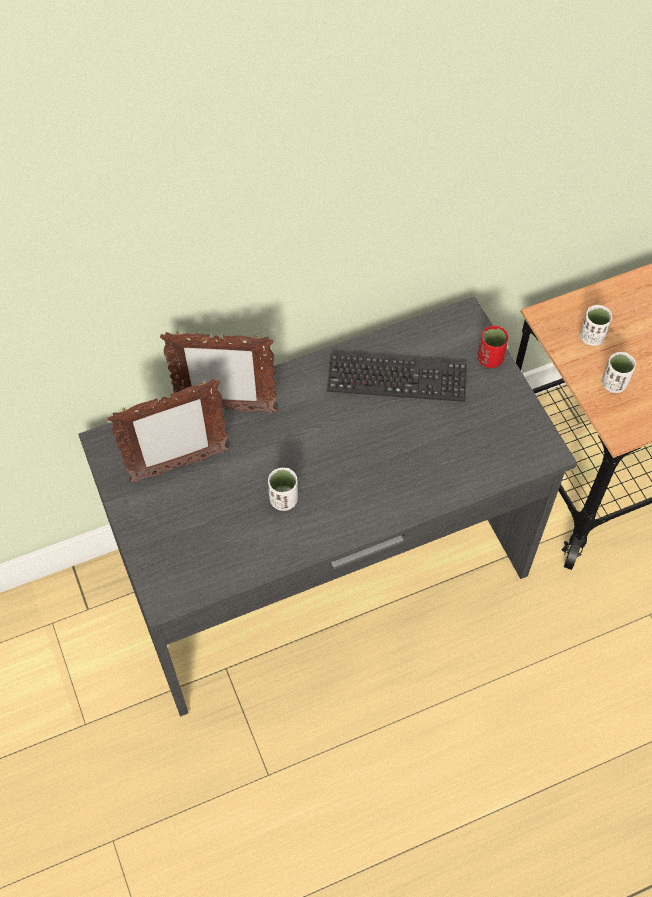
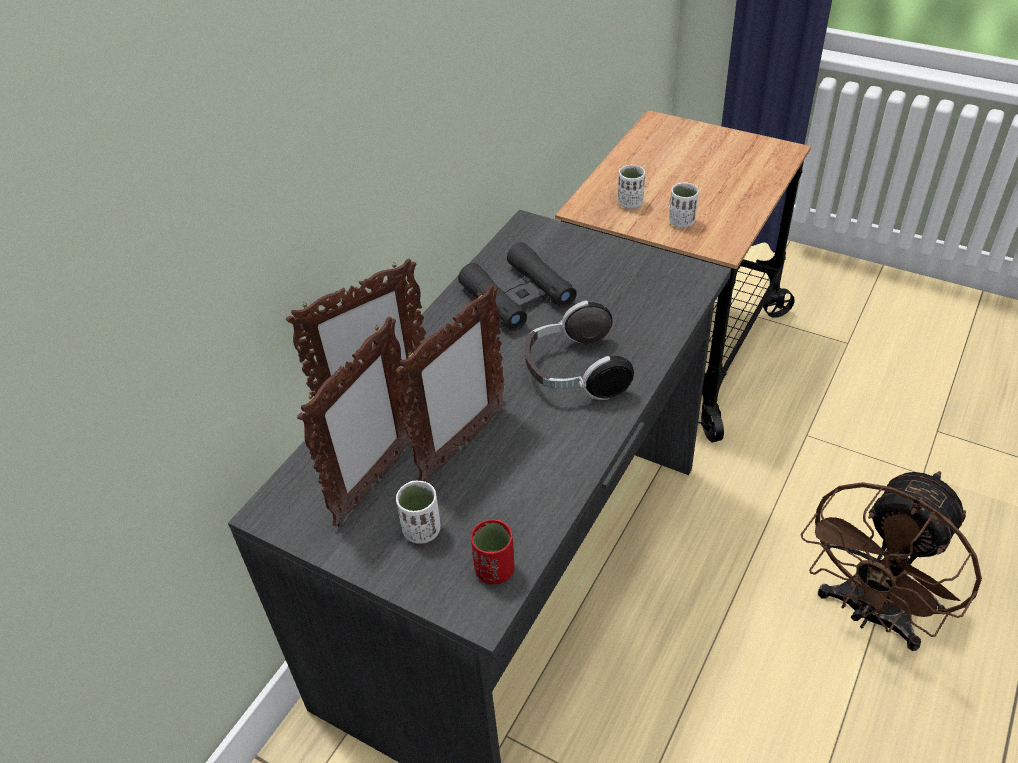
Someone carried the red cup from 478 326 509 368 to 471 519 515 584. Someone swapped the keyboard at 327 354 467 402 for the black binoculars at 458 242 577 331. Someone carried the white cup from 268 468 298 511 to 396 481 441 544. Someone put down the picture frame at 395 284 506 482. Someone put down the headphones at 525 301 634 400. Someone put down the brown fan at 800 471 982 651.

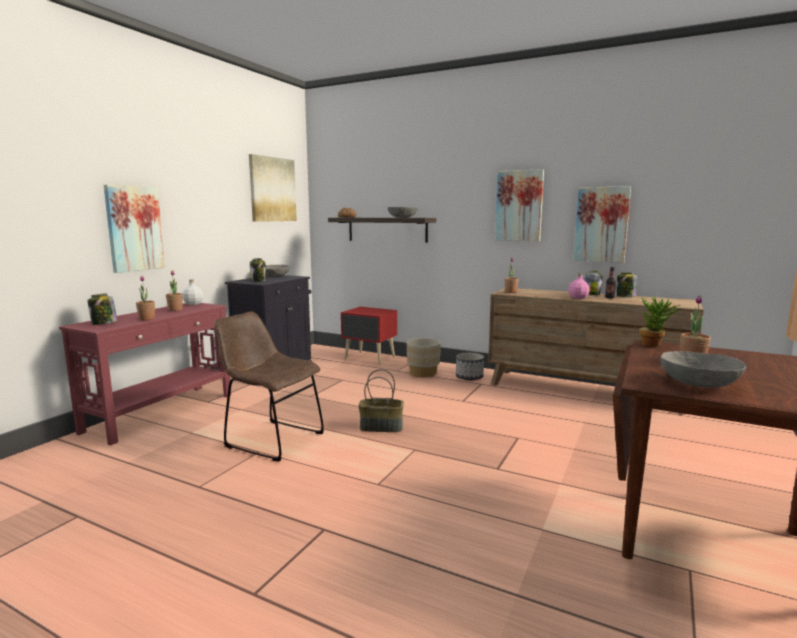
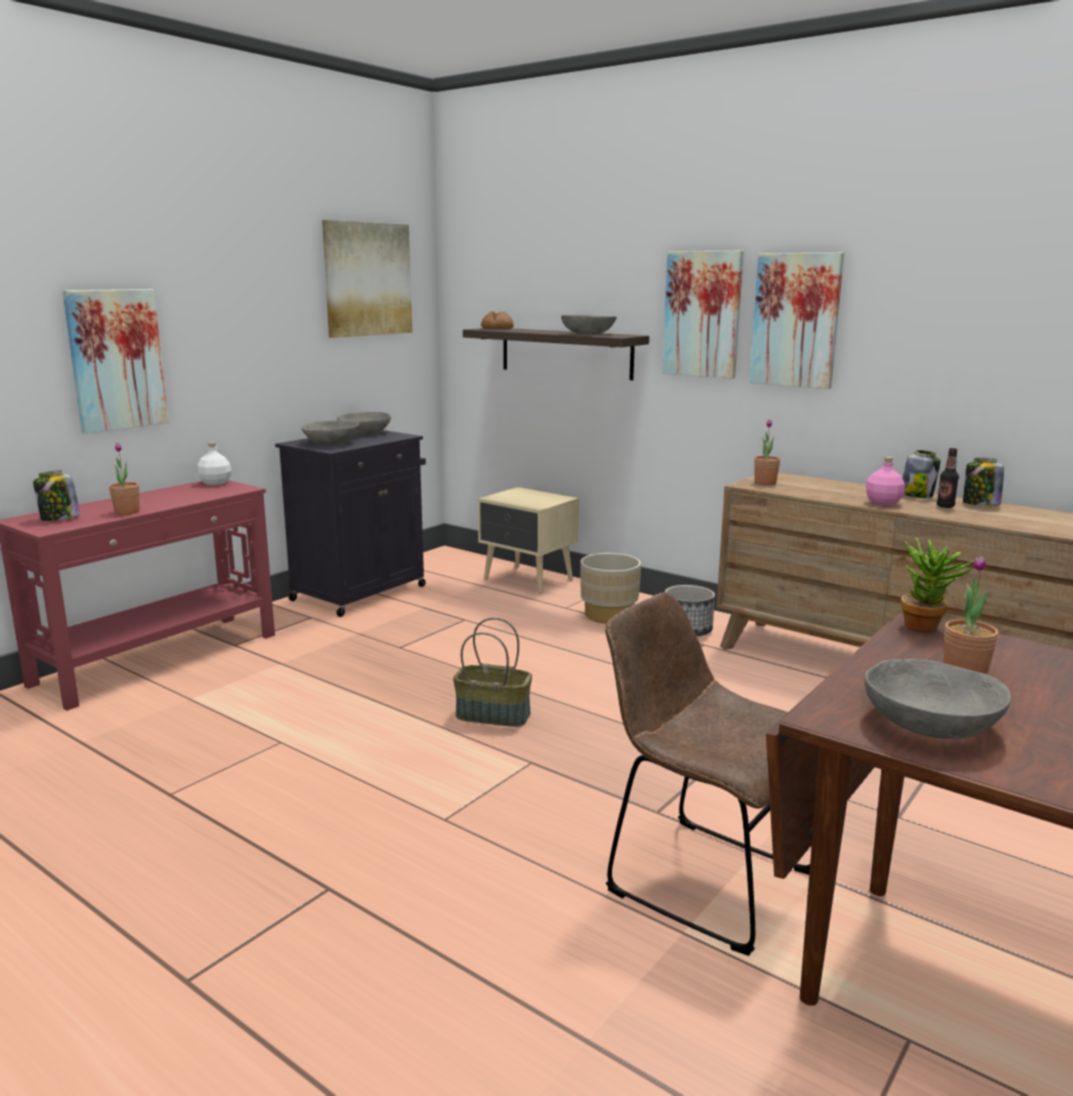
Someone carried the picture from 573 186 631 263 to 662 251 744 379. Someone swapped the jar at 250 258 267 282 for the grey bowl at 301 420 359 445. Someone took away the potted plant at 166 271 183 311. Someone repainted the red nightstand at 341 307 397 365, which became the beige nightstand at 478 487 579 594. Someone carried the brown chair from 214 311 324 462 to 605 592 810 956.

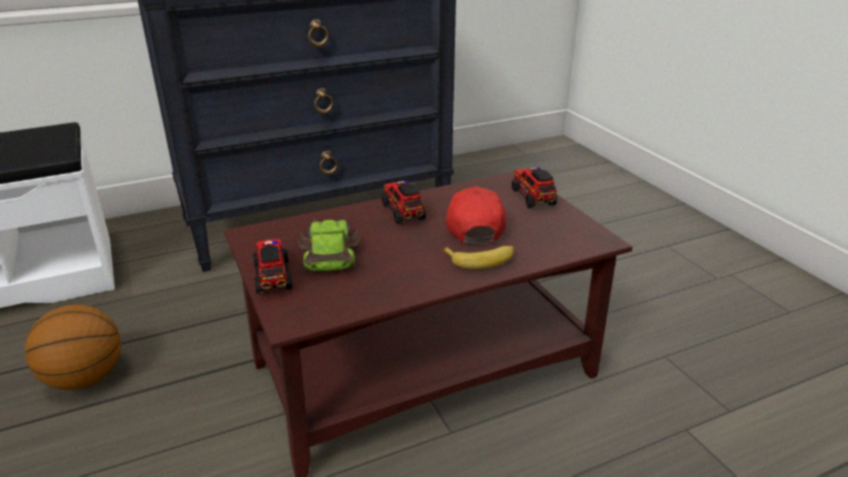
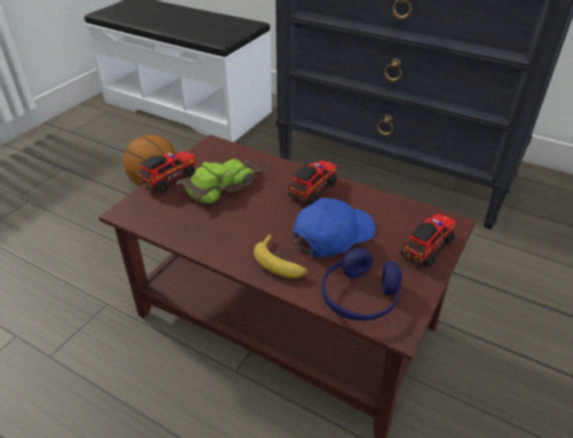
Someone repainted the red cap at 446 186 506 243, which became the blue cap at 293 198 376 258. Someone put down the blue headphones at 321 248 402 321.

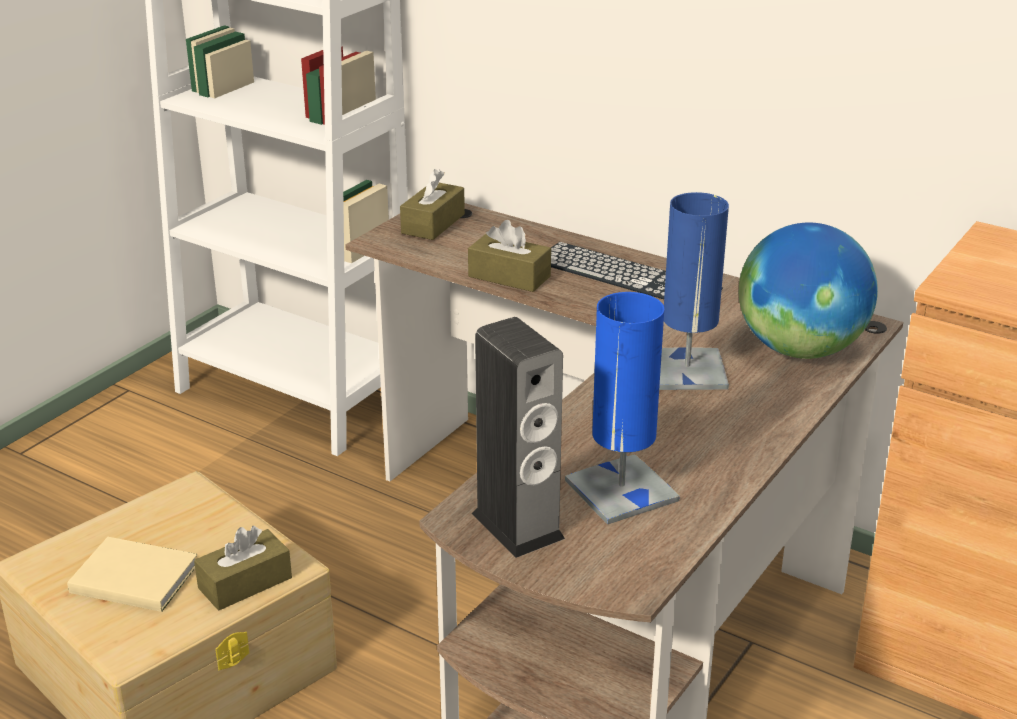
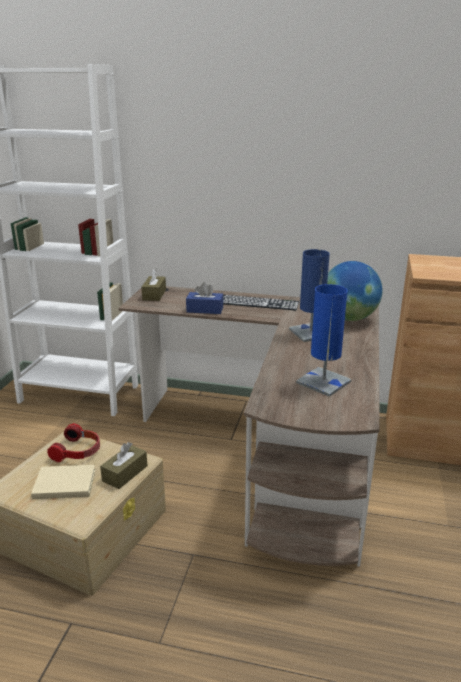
Someone repainted the brown tissue box at 468 220 551 292, which became the blue tissue box at 186 282 223 314. Someone took away the speaker at 472 317 565 558. Someone put down the headphones at 47 423 100 462.

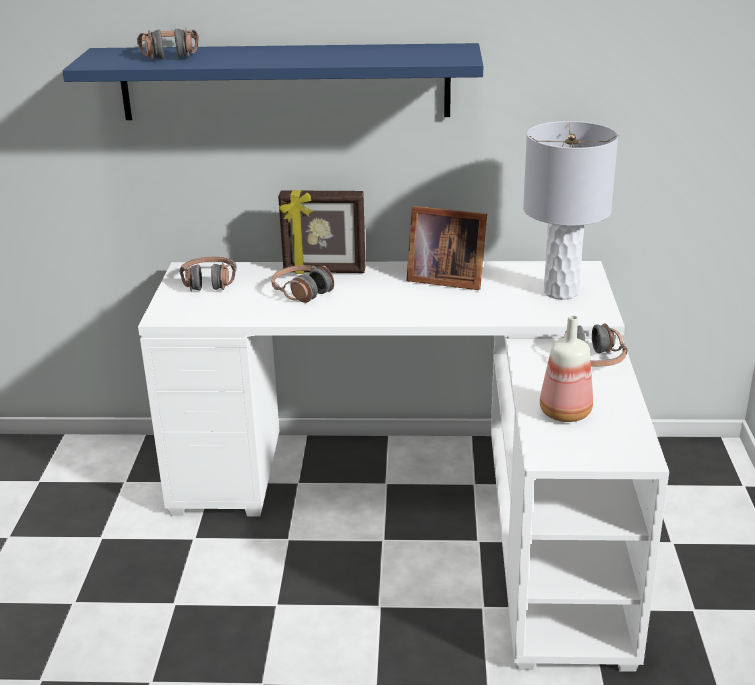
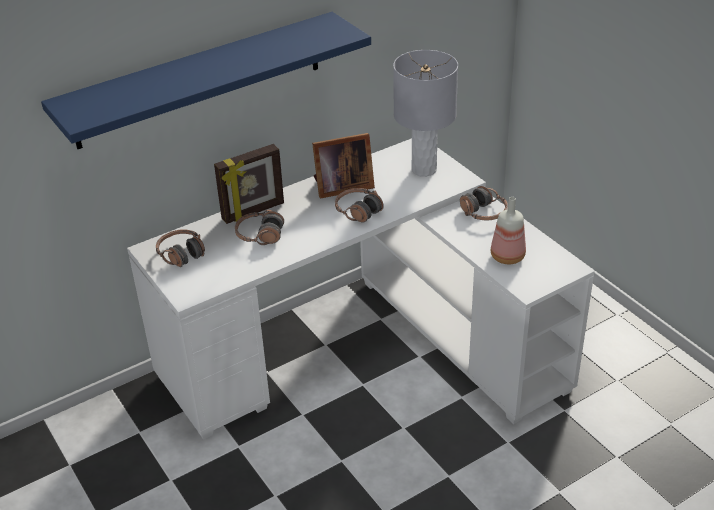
Someone carried the headphones from 137 28 199 60 to 335 188 384 223.

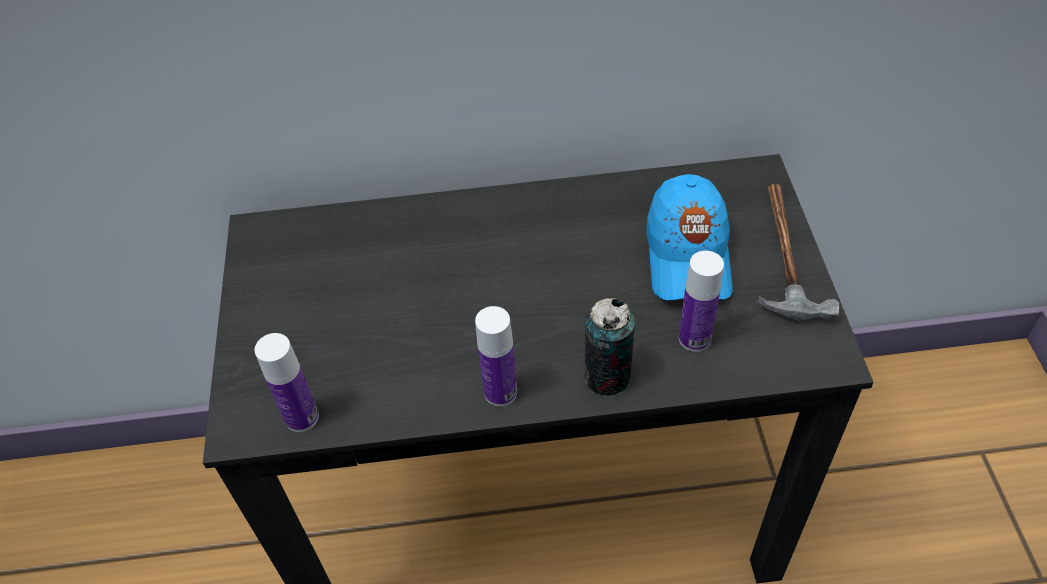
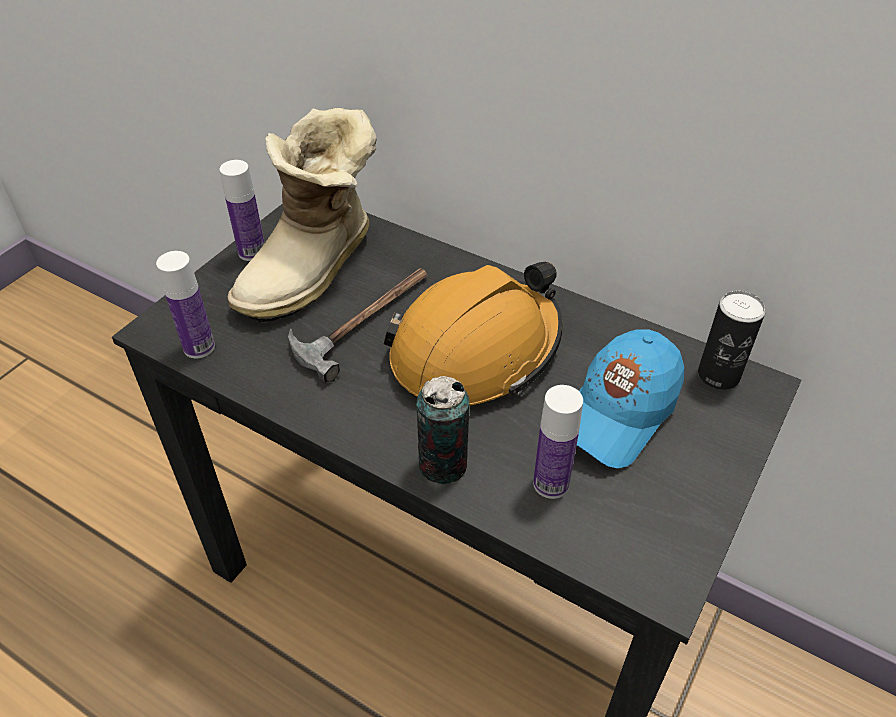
Someone carried the hammer from 758 184 840 322 to 288 268 427 383. Someone carried the bottle from 475 306 517 406 to 220 160 265 261. Someone put down the boot at 228 108 377 323. Someone put down the orange hard hat at 384 262 563 406. Someone put down the can at 698 291 766 390.

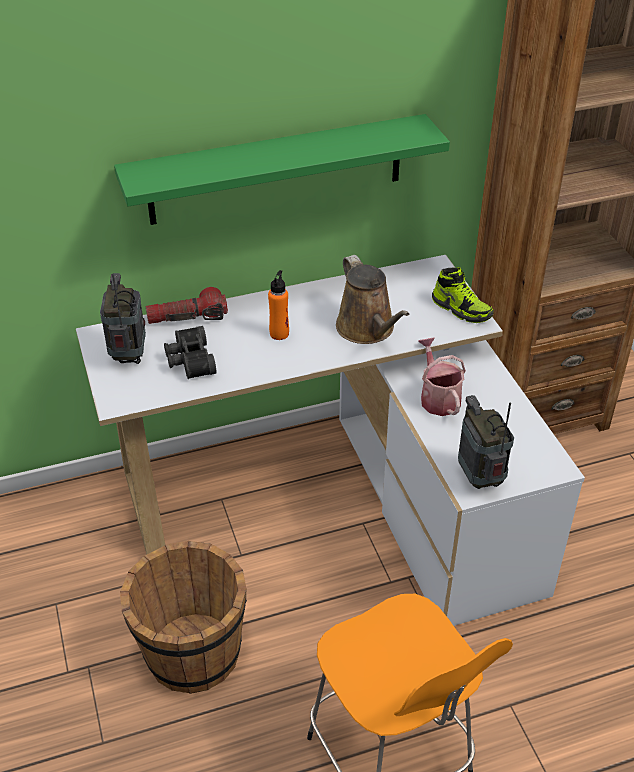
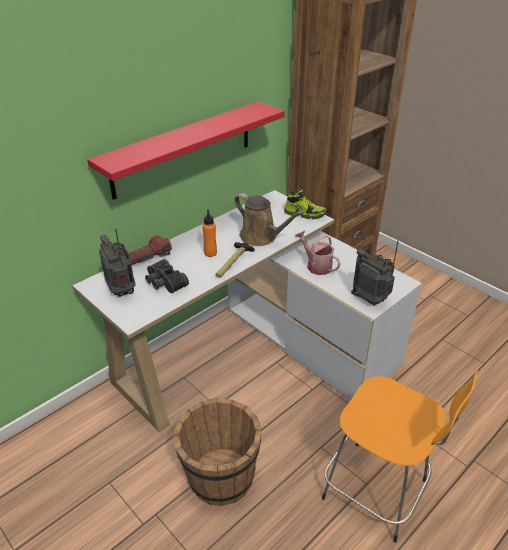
Someone repainted the green shelf at 114 114 450 225, which became the red shelf at 87 101 285 200. Someone put down the hammer at 215 242 254 278.

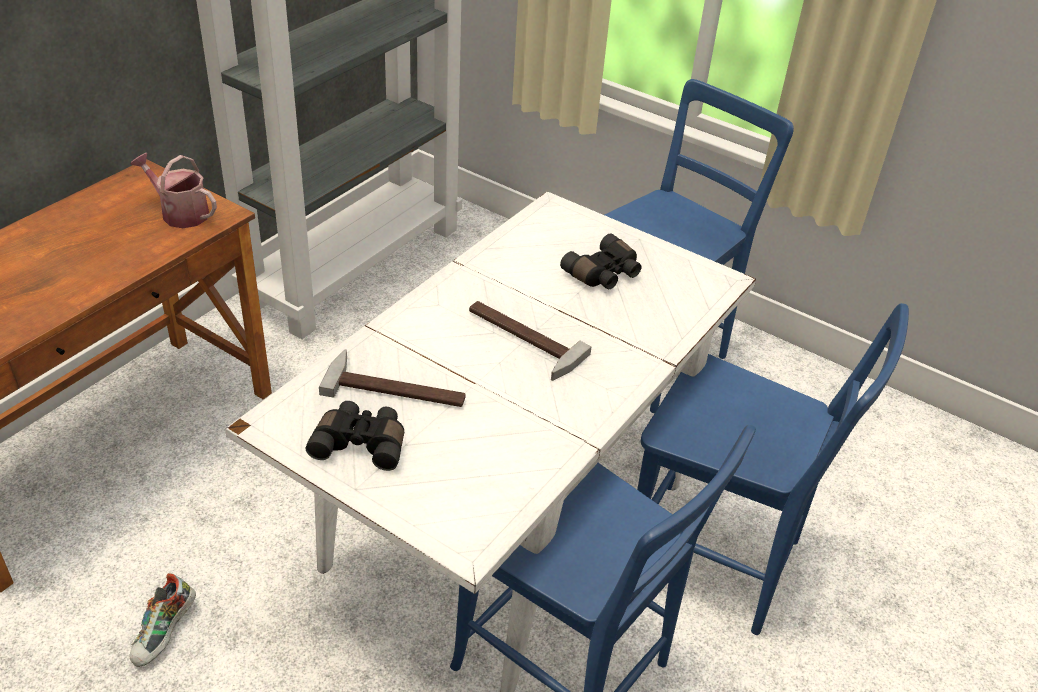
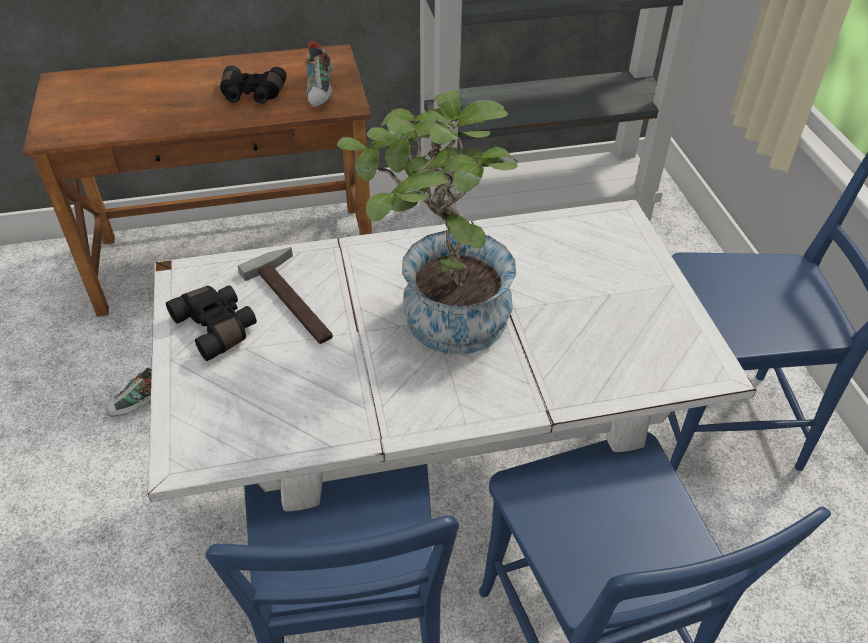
Someone swapped the watering can at 130 153 217 228 for the shoe at 305 41 333 108. Someone carried the black binoculars from 560 233 642 289 to 220 65 287 104. Someone swapped the hammer at 469 301 591 381 for the potted plant at 337 90 518 354.

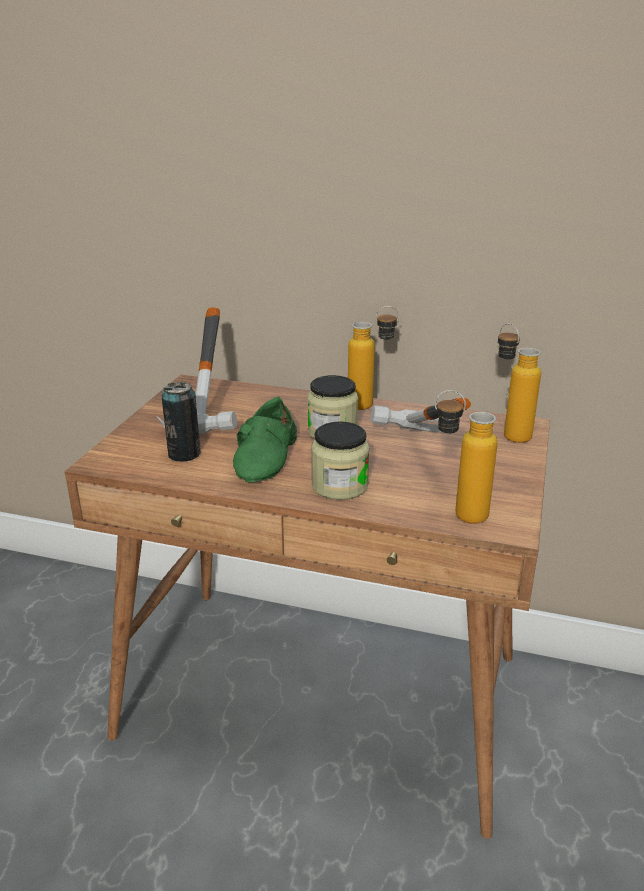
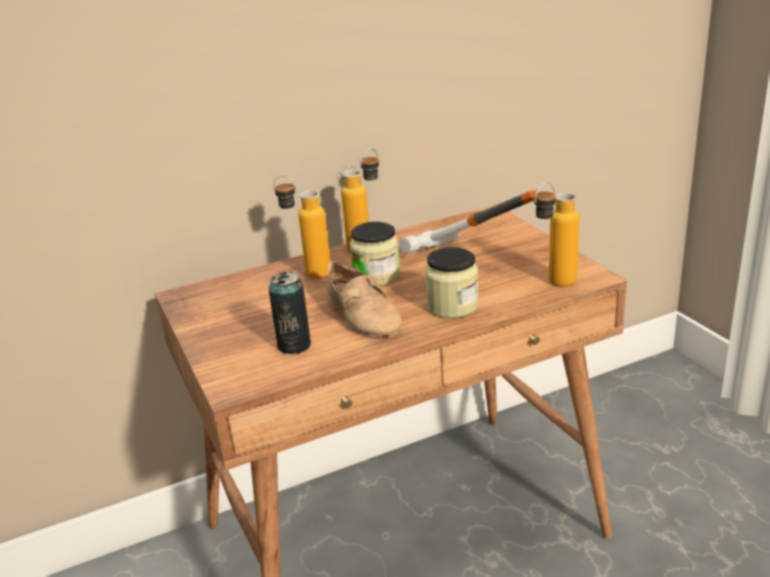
Someone took away the hammer at 157 307 237 434. Someone carried the bottle from 498 323 541 443 to 273 175 330 279. Someone repainted the green shoe at 233 397 297 482, which became the beige shoe at 326 260 402 337.

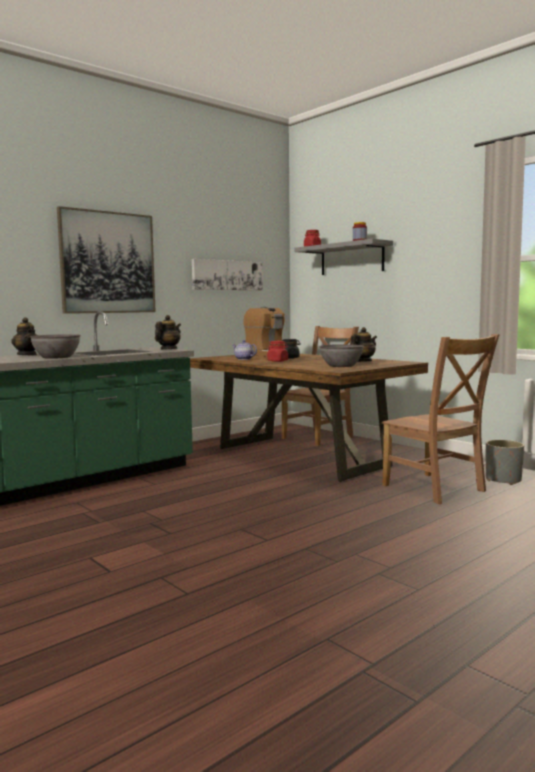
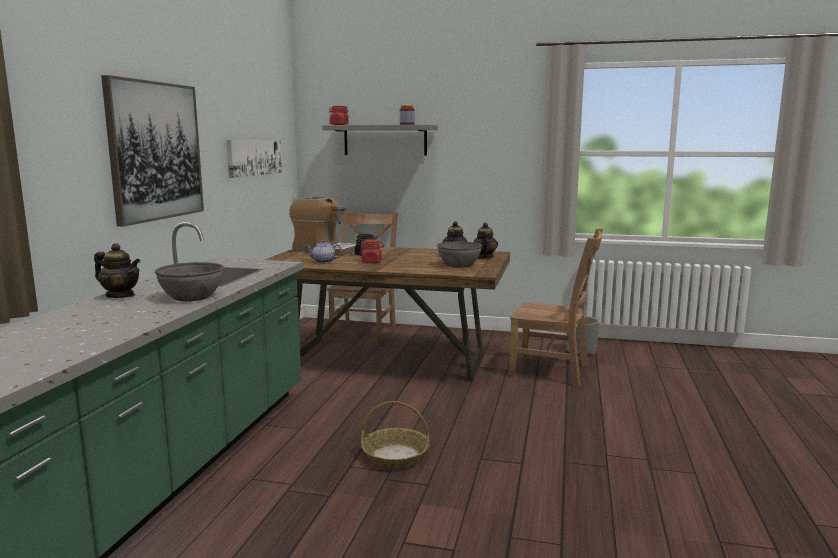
Someone carried the teapot from 155 315 181 350 to 473 222 498 259. Someone put down the basket at 361 401 430 469.

